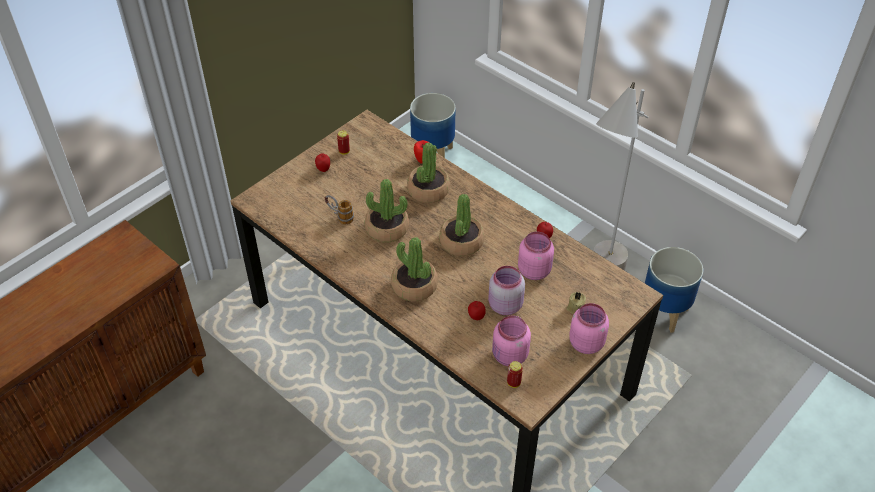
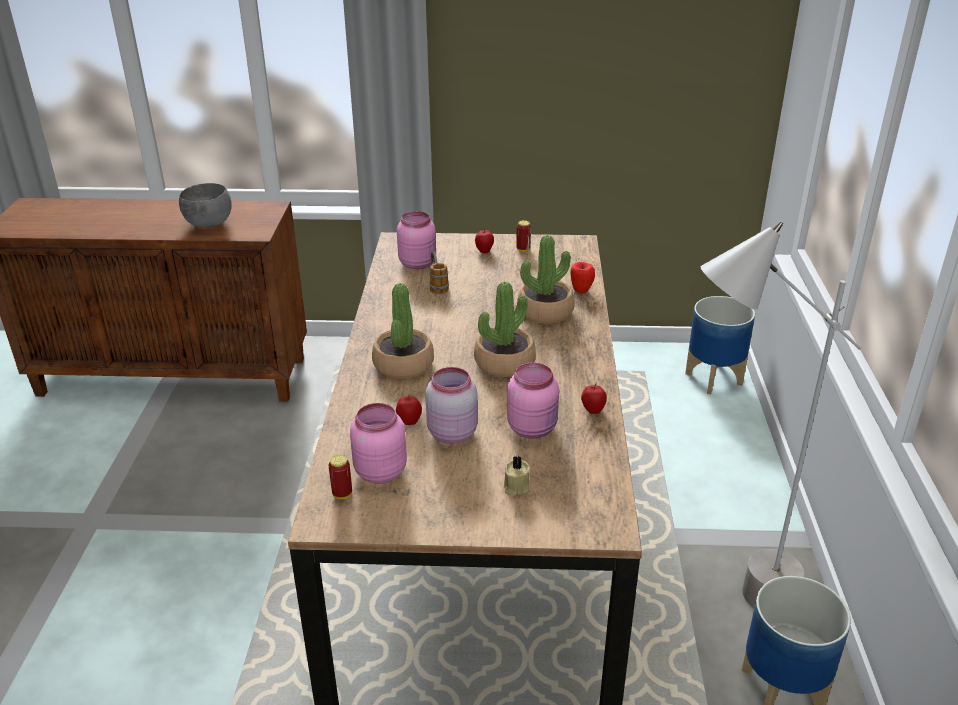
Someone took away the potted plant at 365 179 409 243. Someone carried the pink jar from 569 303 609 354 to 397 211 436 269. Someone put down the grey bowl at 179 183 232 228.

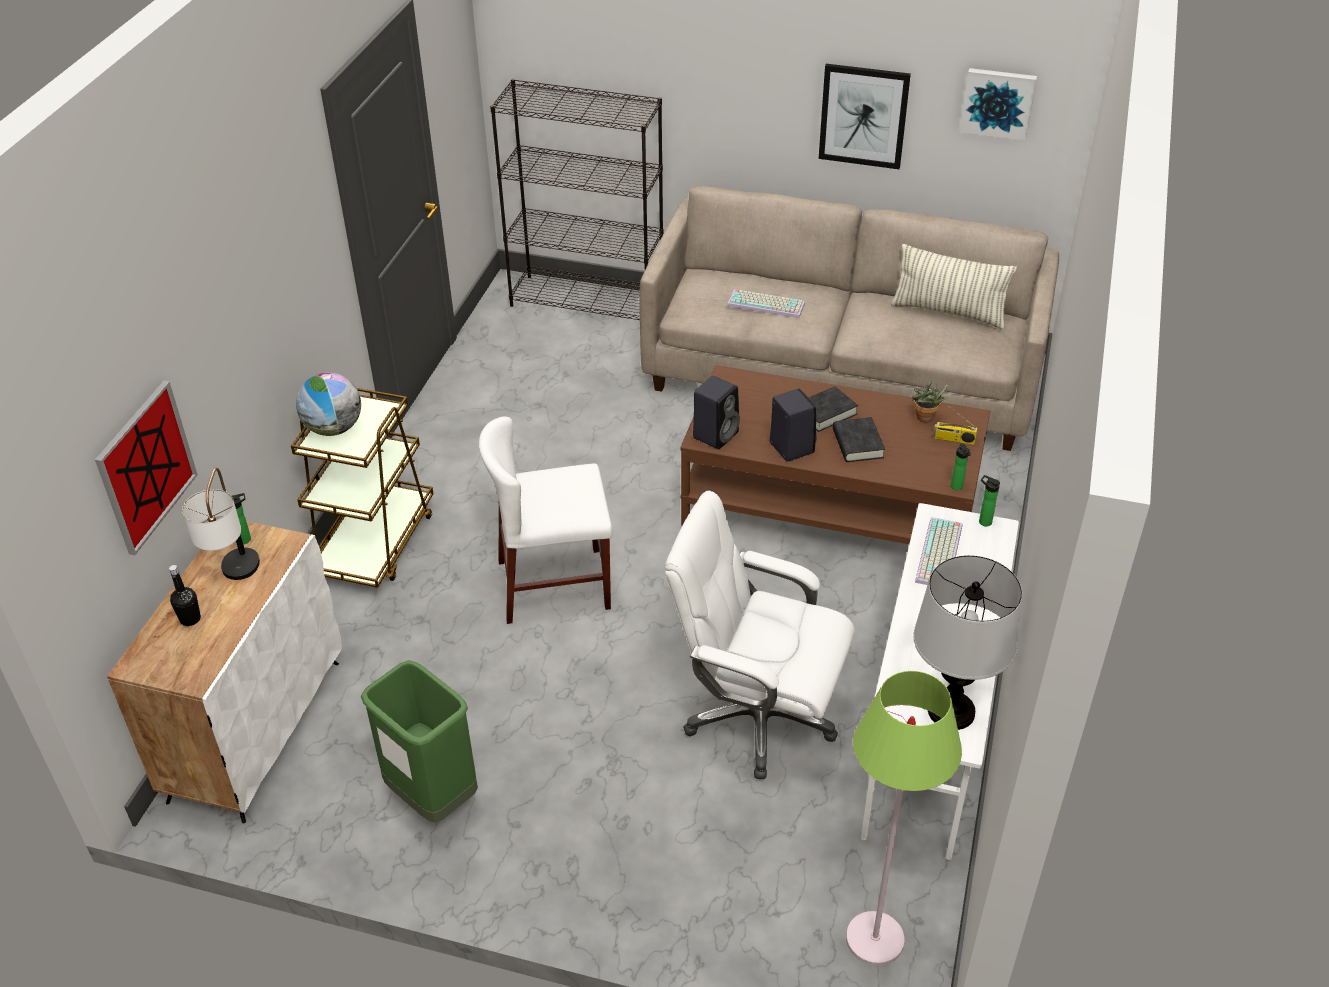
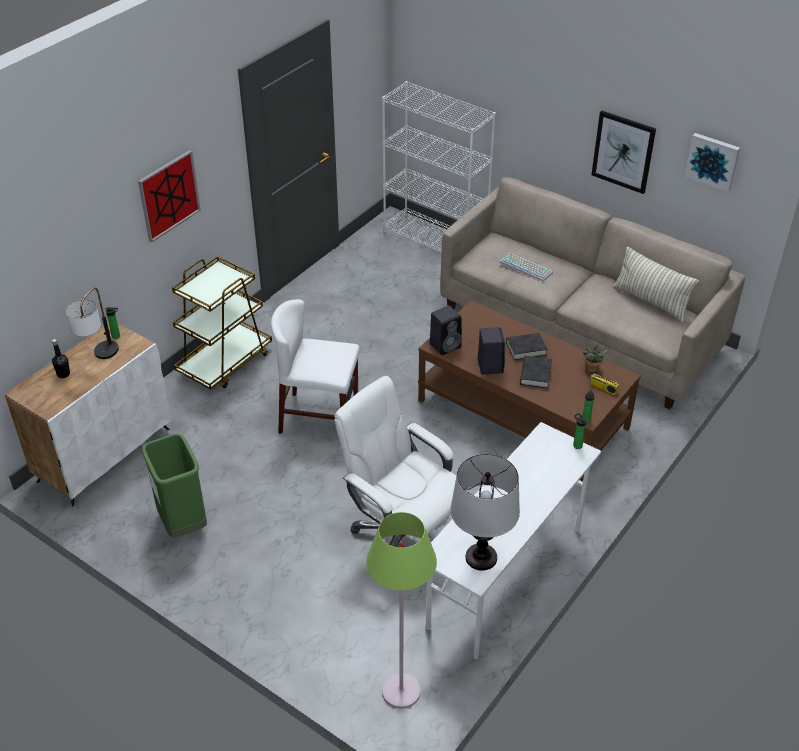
Someone repainted the black bookcase at 490 79 663 320, which became the white bookcase at 382 81 496 252. Someone took away the globe at 296 372 361 436. Someone carried the picture from 95 381 198 555 to 138 150 201 242. Someone took away the keyboard at 915 517 962 585.

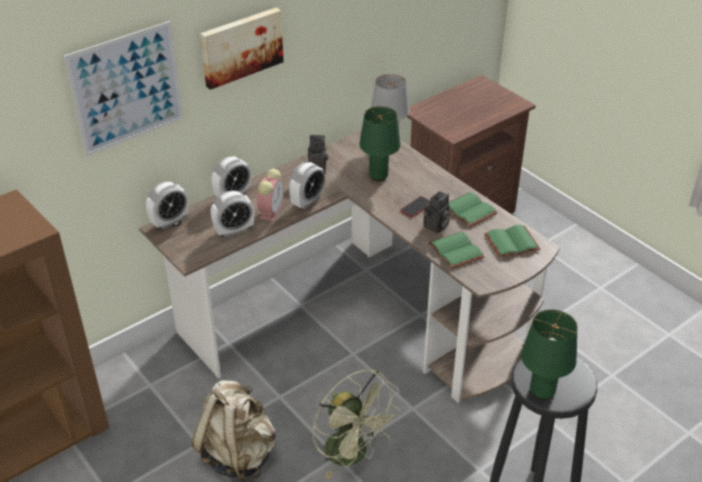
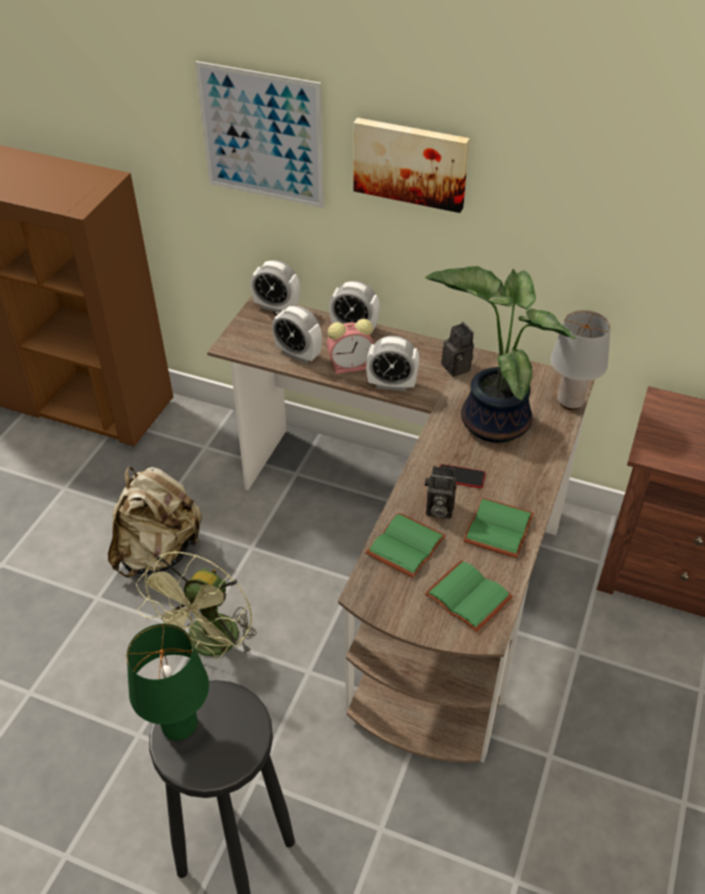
Someone swapped the green table lamp at 359 106 401 181 for the potted plant at 425 266 576 443.

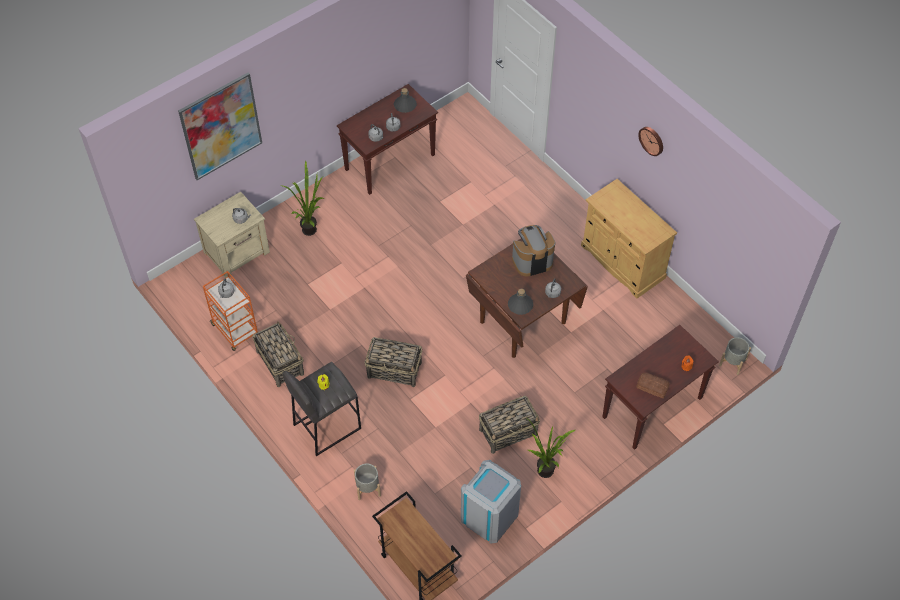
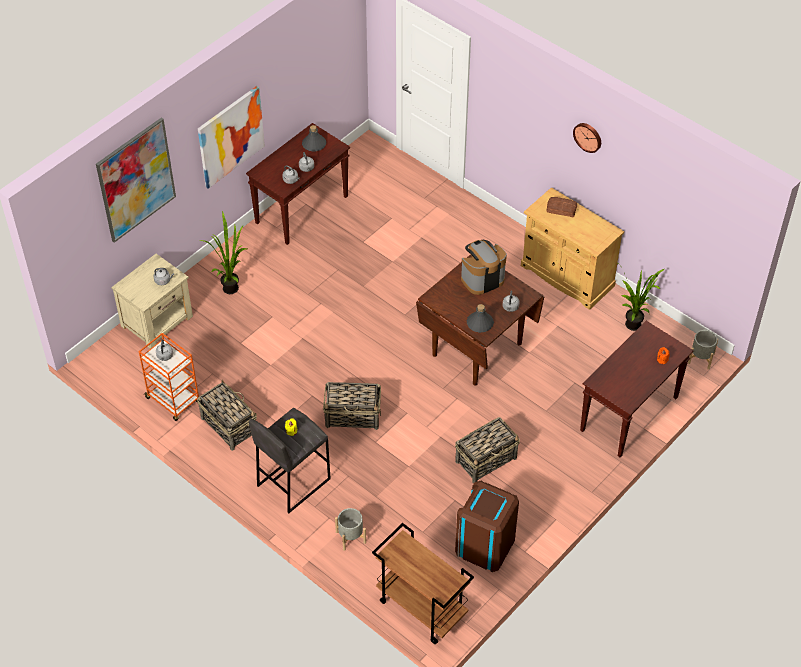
Someone carried the bread from 636 373 670 398 to 546 197 577 217. Someone carried the potted plant from 526 418 575 478 to 618 263 664 331. Someone repainted the grey trash can at 461 460 521 544, which became the brown trash can at 455 481 519 572. Someone put up the picture at 198 86 265 189.

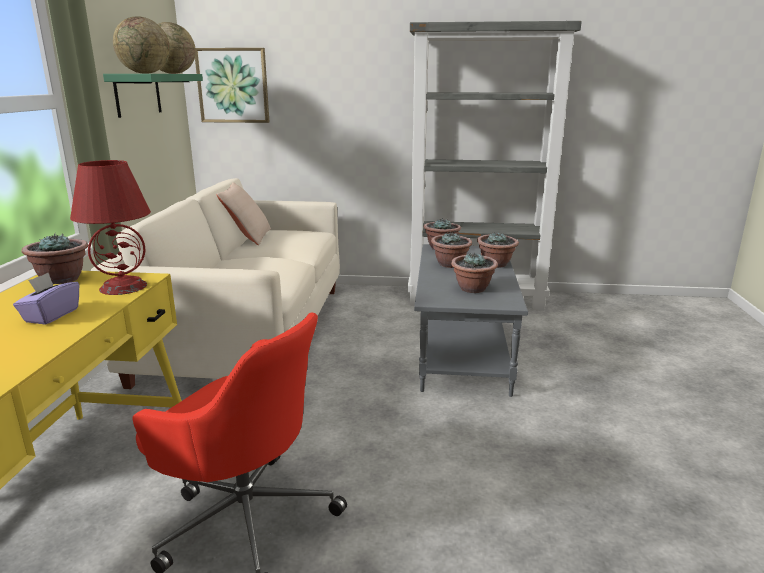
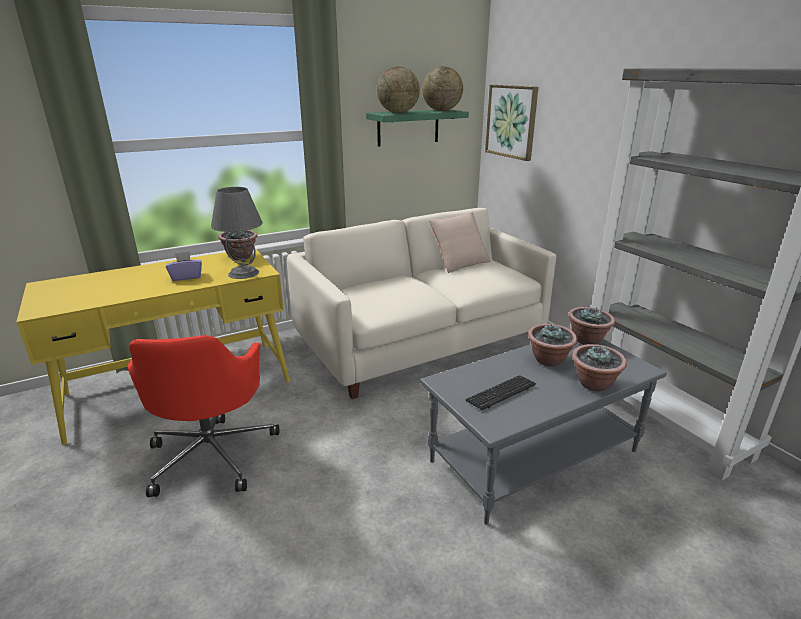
Someone repainted the red table lamp at 70 160 151 295, which became the grey table lamp at 211 187 263 279. Someone swapped the potted plant at 451 253 498 293 for the keyboard at 465 375 536 410.

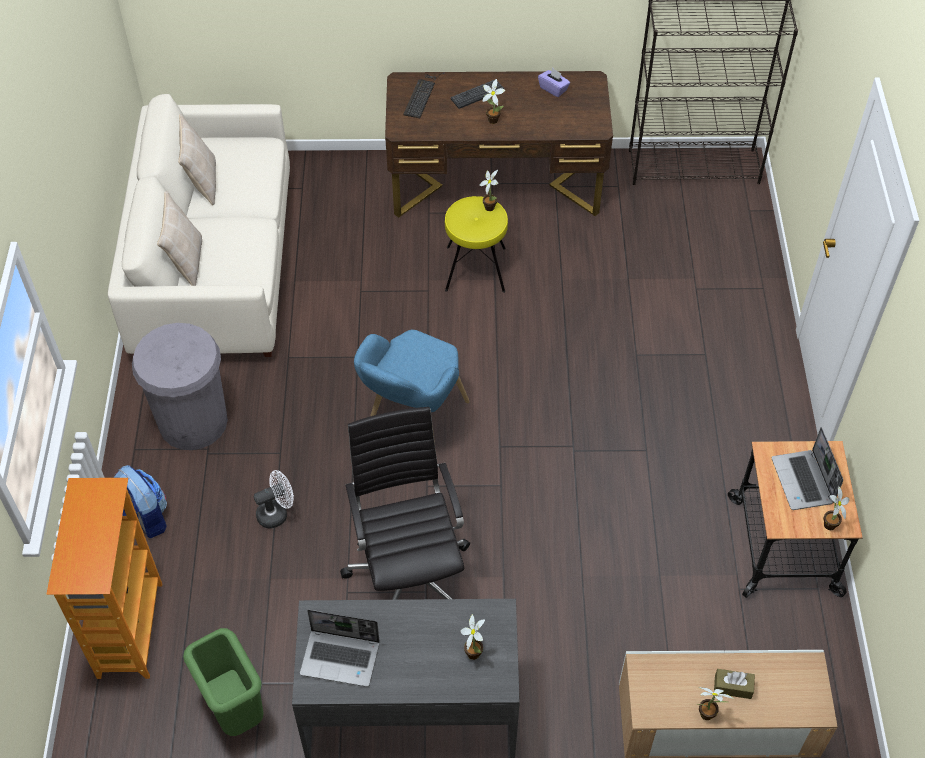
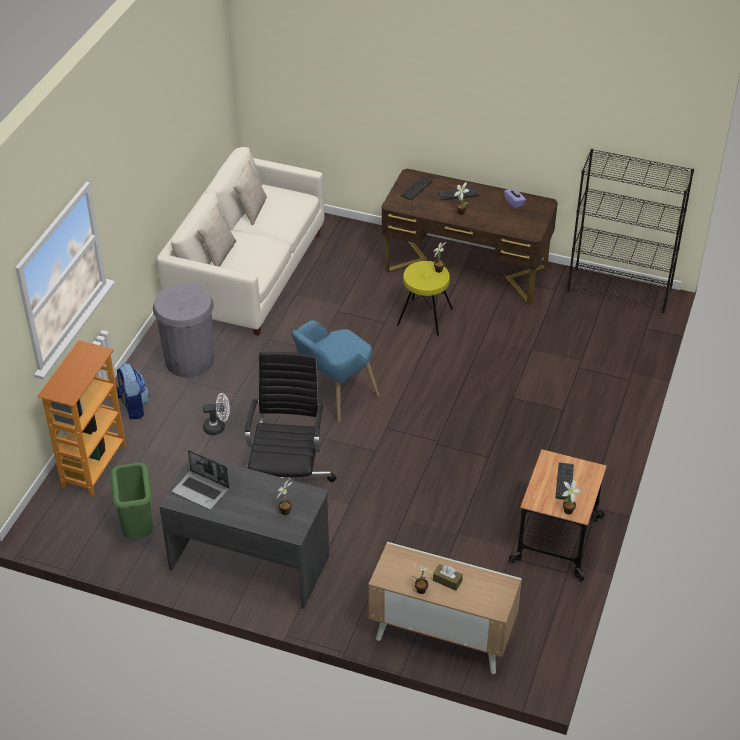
Someone swapped the laptop at 772 427 843 510 for the keyboard at 555 462 574 500.

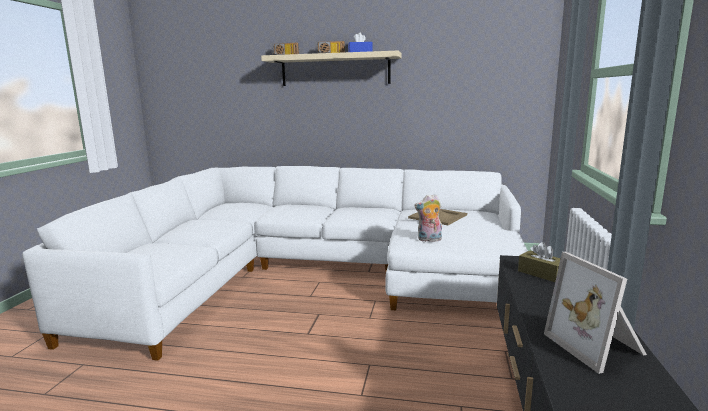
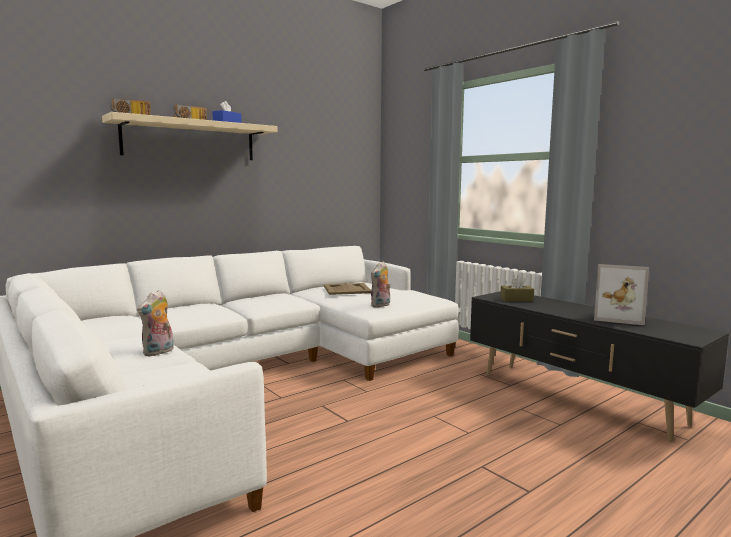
Someone put down the plush toy at 137 290 174 356.

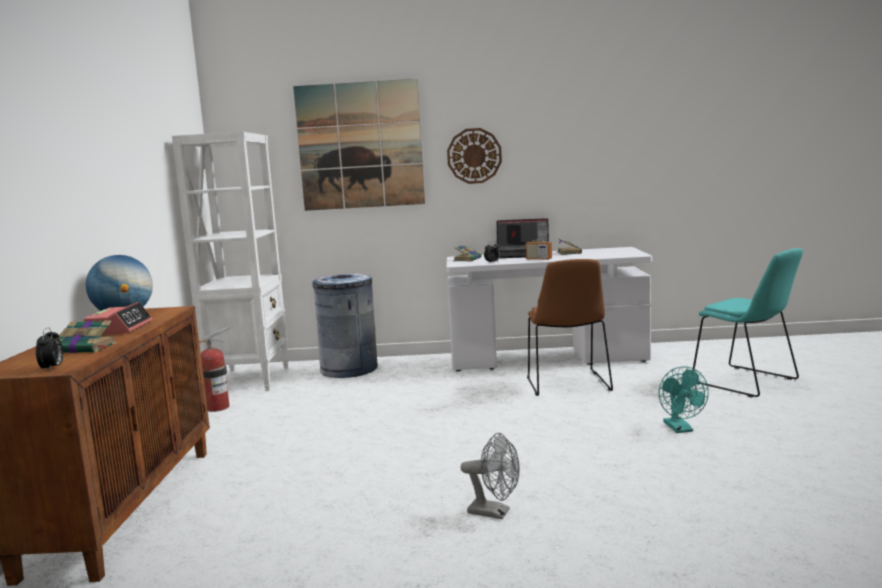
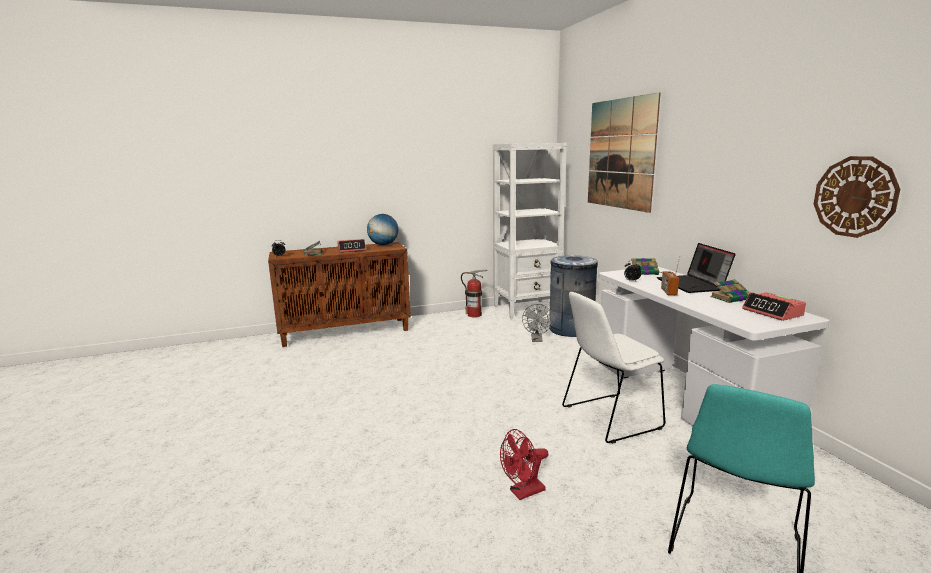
Someone carried the wall clock from 447 128 502 184 to 814 156 900 238. Someone repainted the brown chair at 527 259 613 396, which became the white chair at 562 292 665 444. Someone repainted the turquoise fan at 659 366 709 433, which became the red fan at 500 429 548 500. Someone carried the grey fan from 460 433 519 519 to 522 304 553 342. Someone put down the alarm clock at 742 292 806 321.

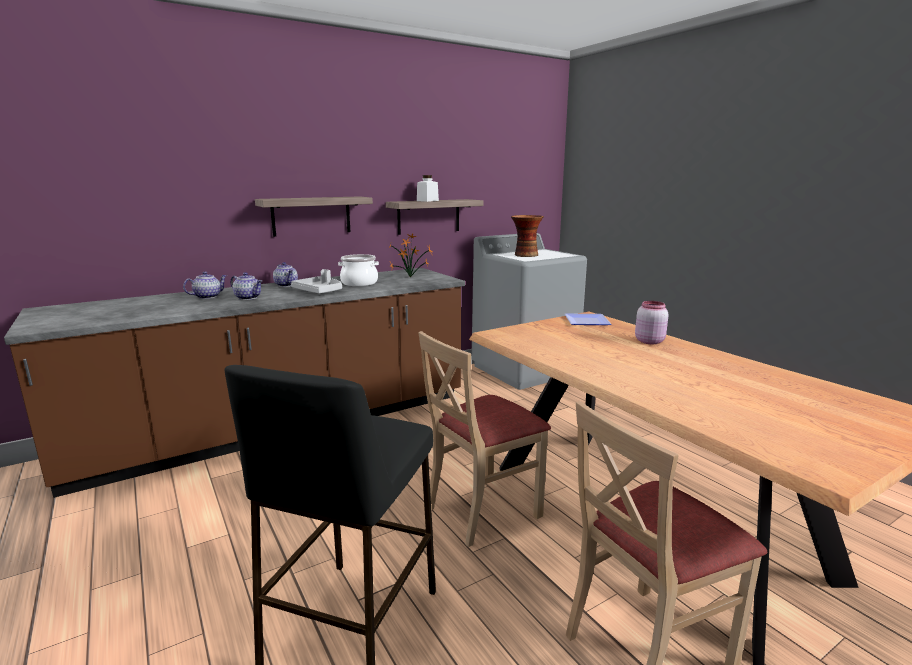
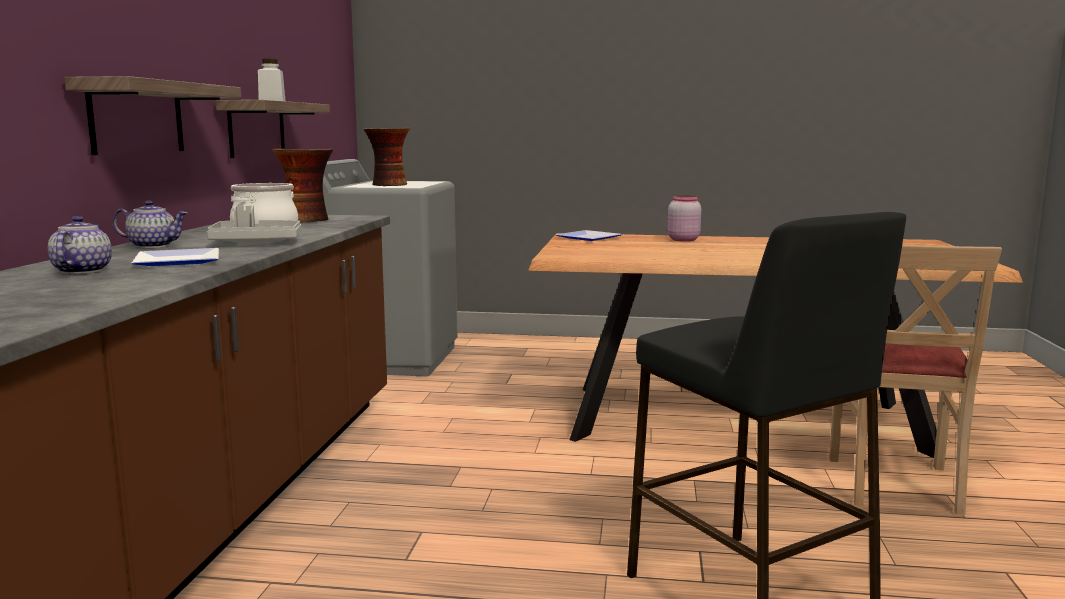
Someone swapped the potted plant at 389 234 432 277 for the vase at 272 149 333 222. Someone swapped the teapot at 230 272 262 300 for the plate at 131 248 219 266. Someone took away the beige chair at 418 331 551 547.

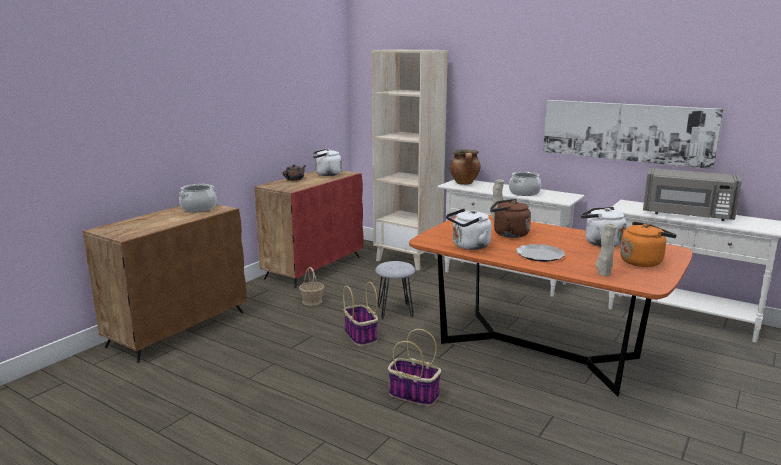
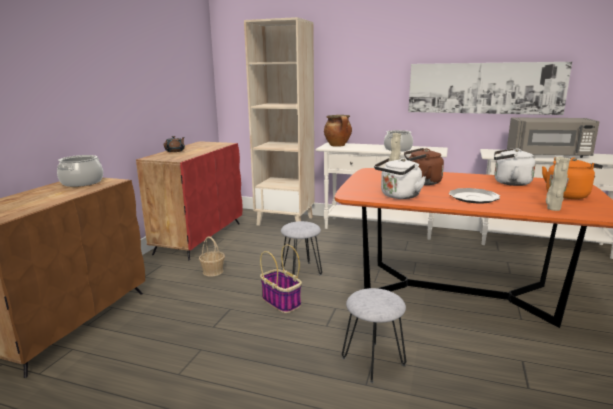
Someone took away the white kettle at 313 148 342 176. Someone swapped the basket at 388 329 441 406 for the grey stool at 342 288 406 383.

